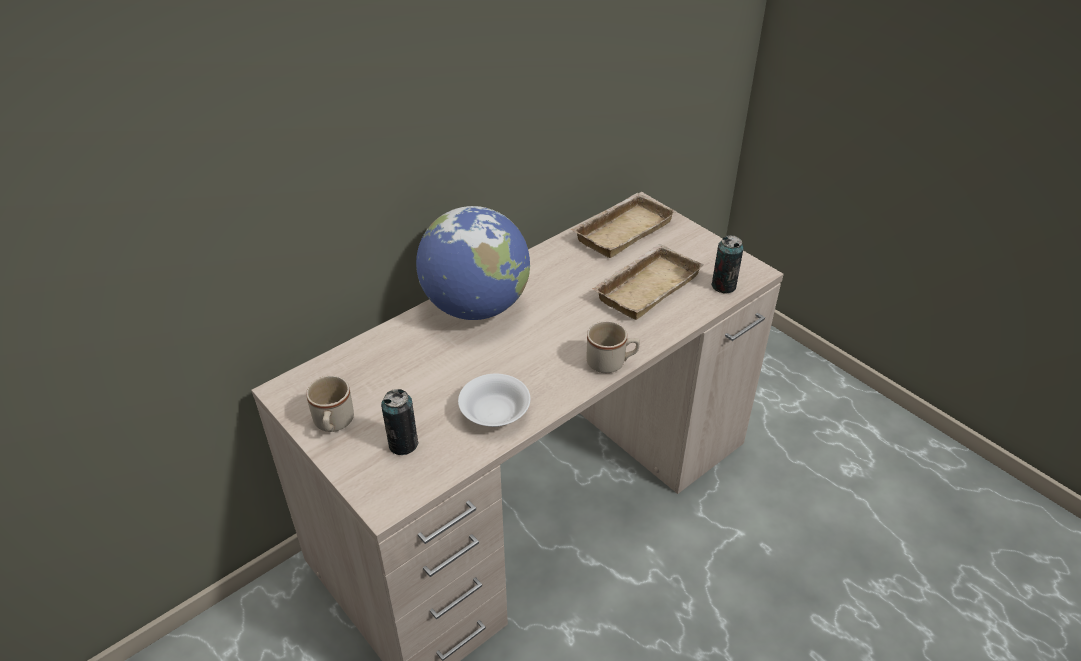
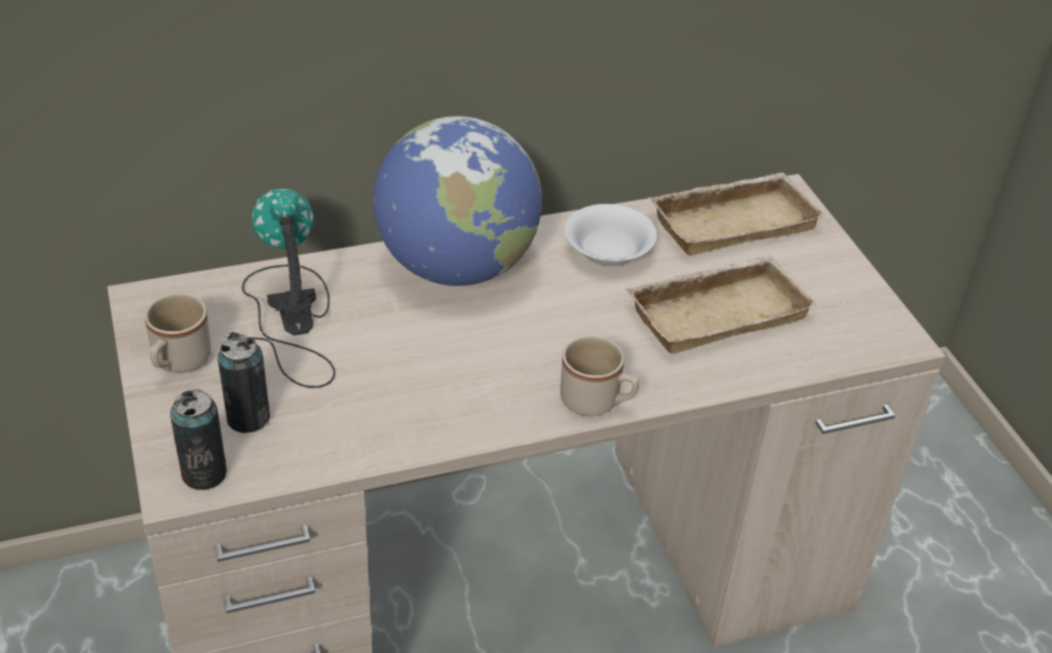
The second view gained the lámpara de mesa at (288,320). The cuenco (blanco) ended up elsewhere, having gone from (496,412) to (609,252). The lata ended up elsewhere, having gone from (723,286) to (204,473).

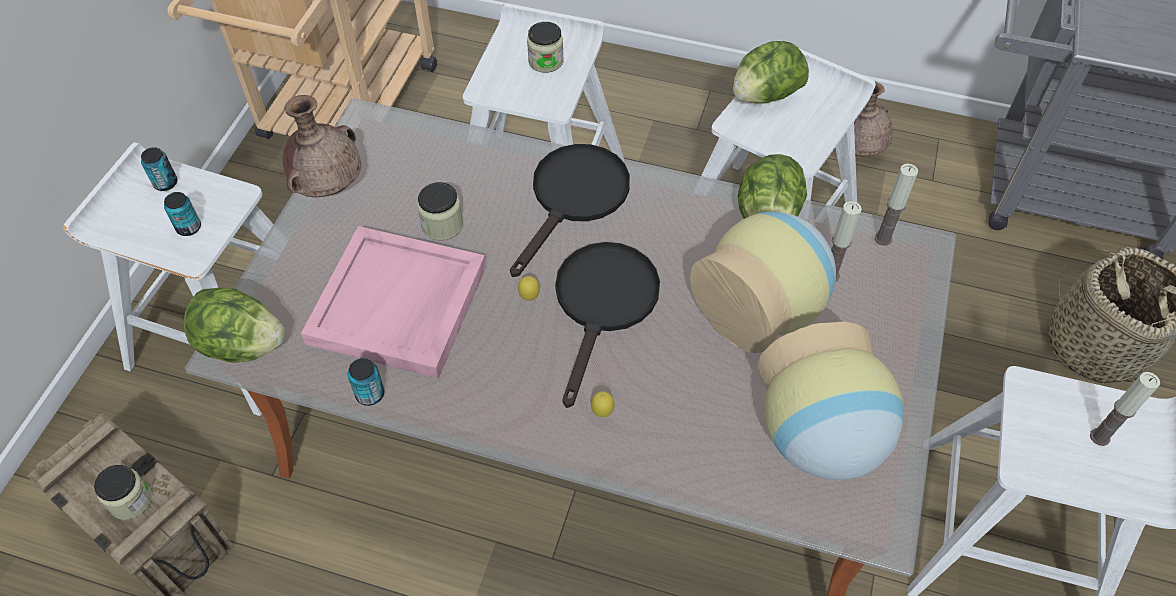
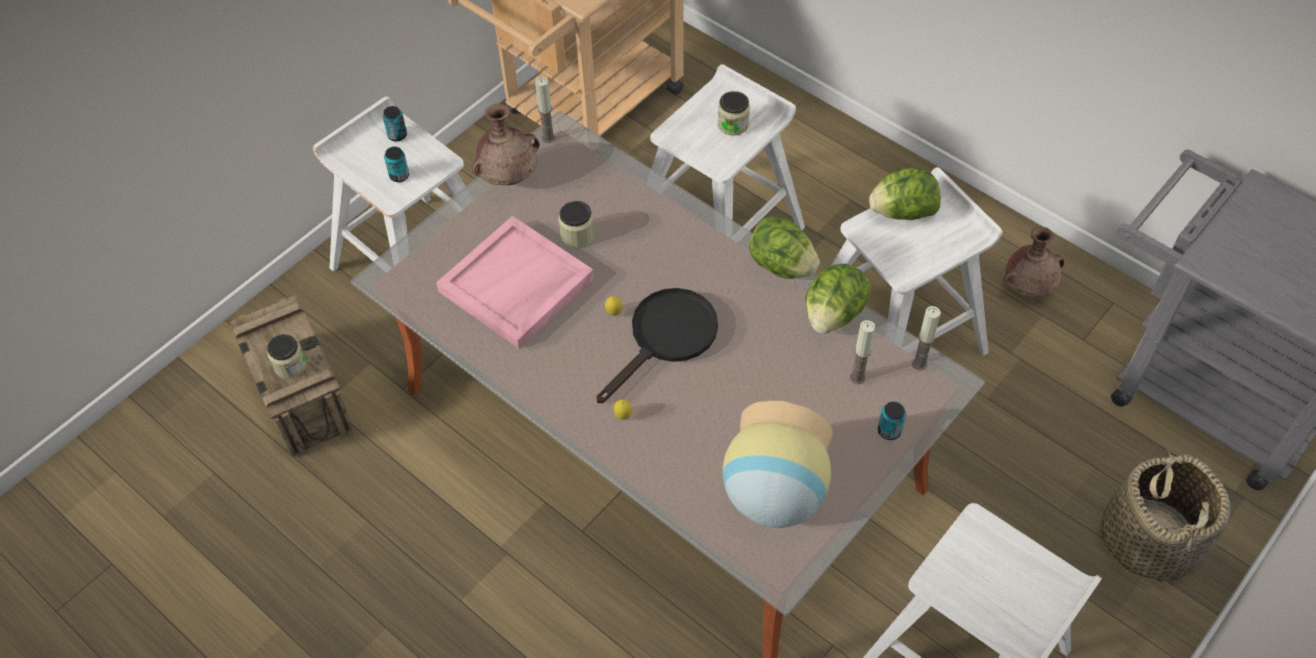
The second view lost the sartén (negro) at (574,199). The second view lost the florero at (762,309). The lechuga ended up elsewhere, having gone from (242,345) to (781,266). The lata ended up elsewhere, having gone from (370,394) to (889,431). The vela ended up elsewhere, having gone from (1099,437) to (548,138).

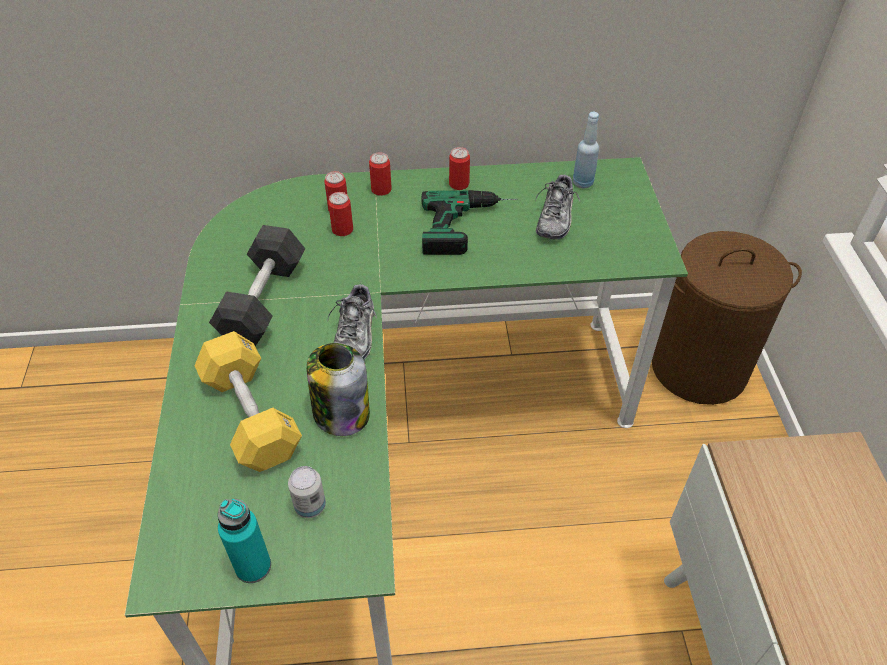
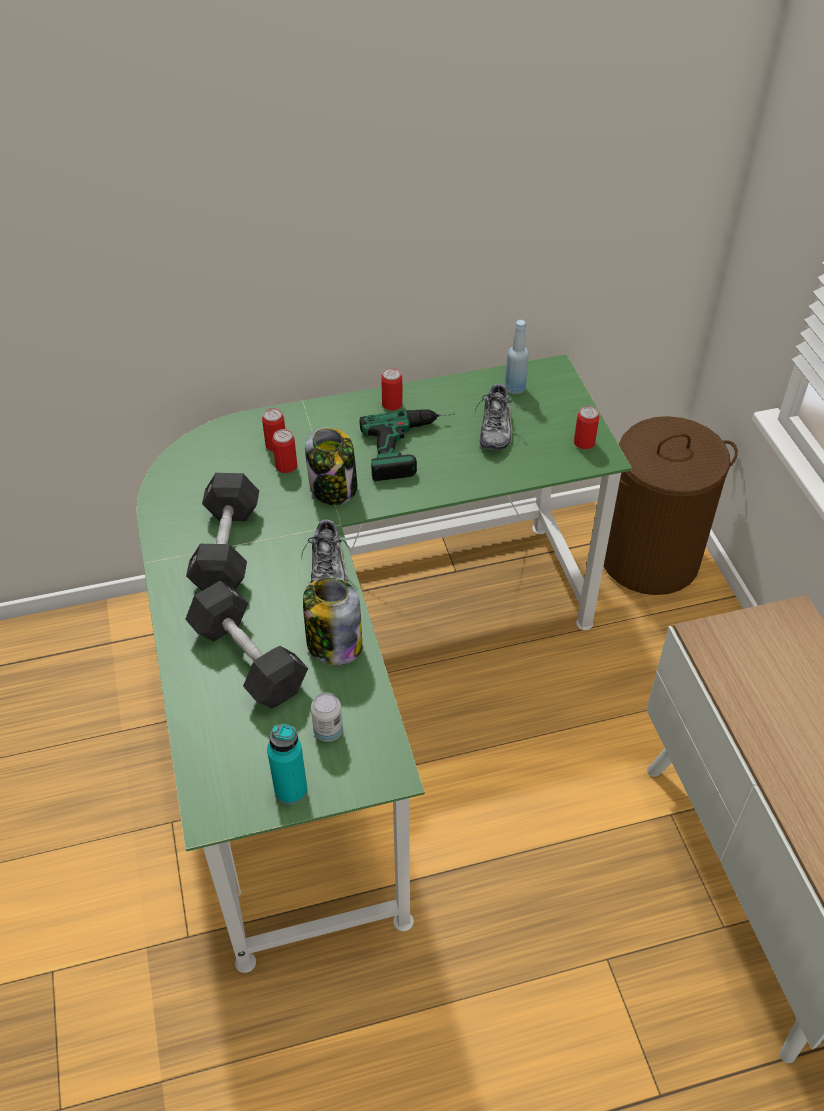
The second view gained the tarro at (334,488). The lata ended up elsewhere, having gone from (381,189) to (584,442). What was the mancuerna (amarillo) at (251,415) turned into the mancuerna (negro) at (248,659).

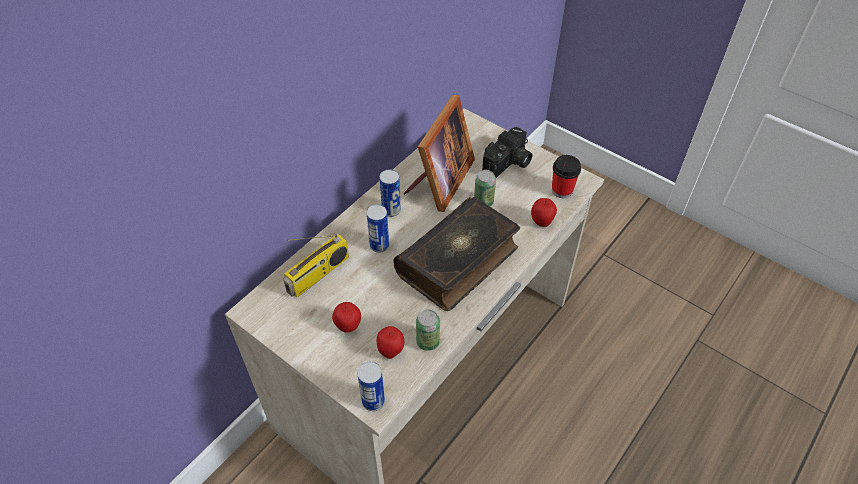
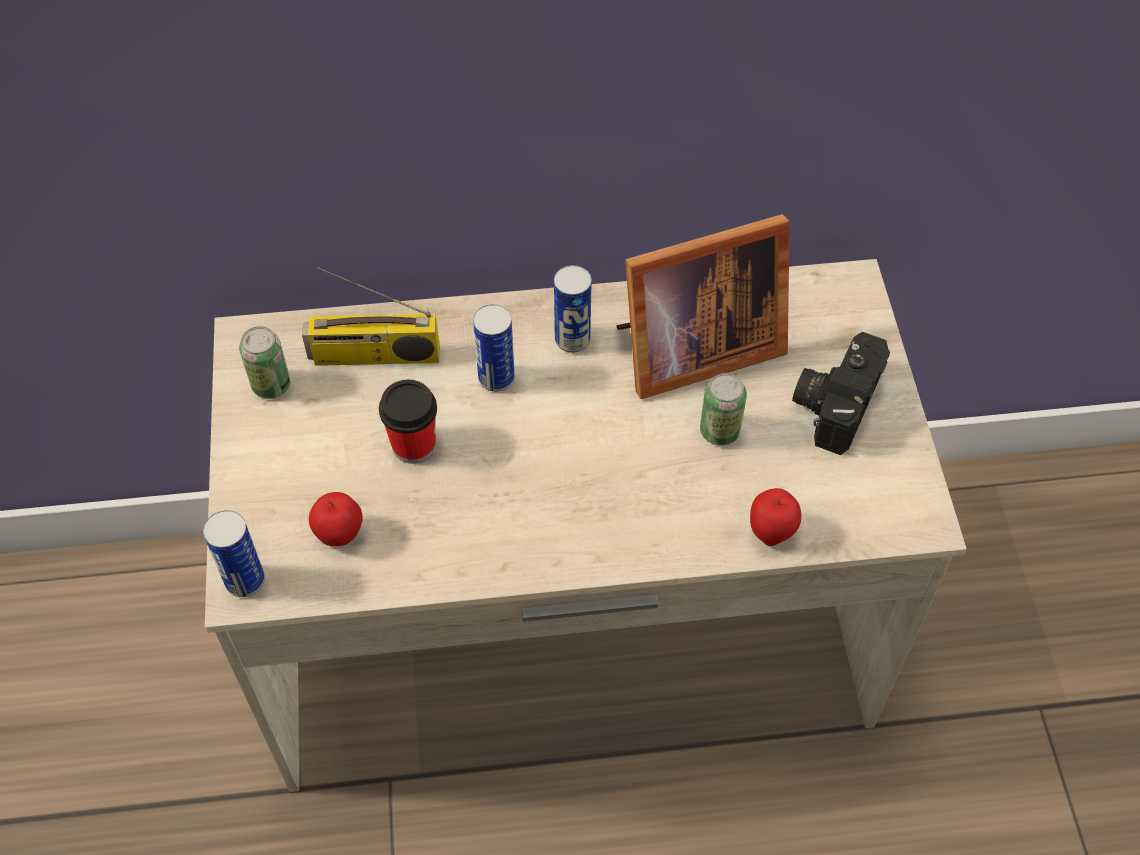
The second view lost the manzana at (348,326). The second view lost the libro at (459,261). The lata ended up elsewhere, having gone from (428,342) to (271,385). The taza ended up elsewhere, having gone from (562,190) to (414,445). The cámara at (508,164) ended up facing another way, 120 degrees clockwise from before.

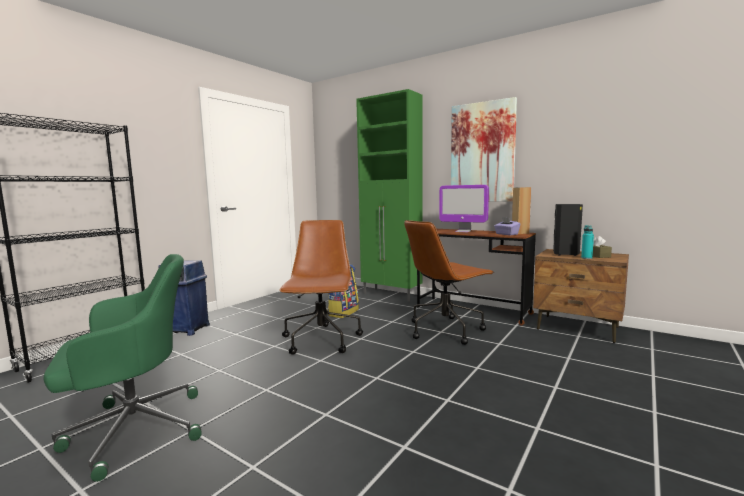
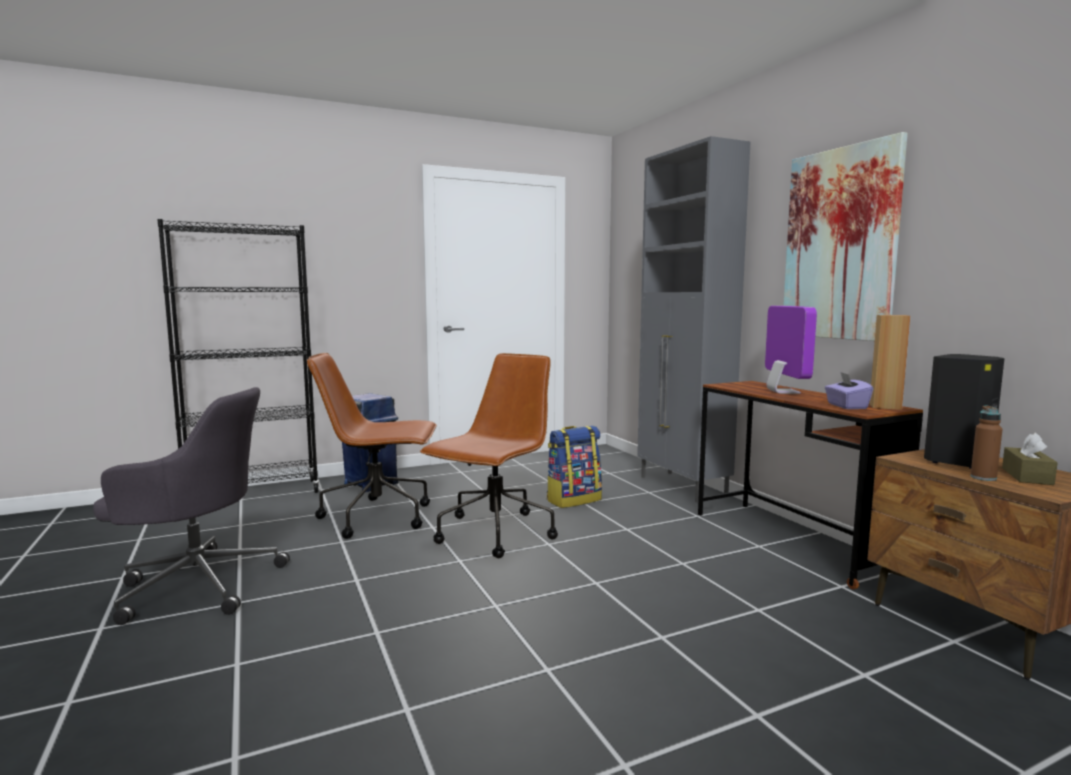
The silla de oficina (marrón) ended up elsewhere, having gone from (445,329) to (379,517). What was the silla de oficina (verde) at (132,430) turned into the silla de oficina (gris) at (197,584). What was the armario (verde) at (392,295) turned into the armario (gris) at (682,487). What was the botella (turquesa) at (586,258) turned into the botella (marrón) at (983,478). The monitor at (463,231) ended up facing another way, 150 degrees counterclockwise from before.

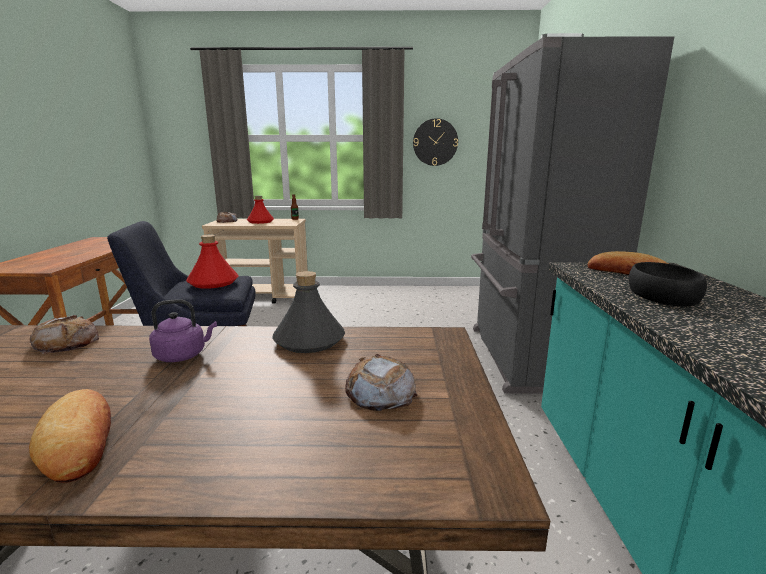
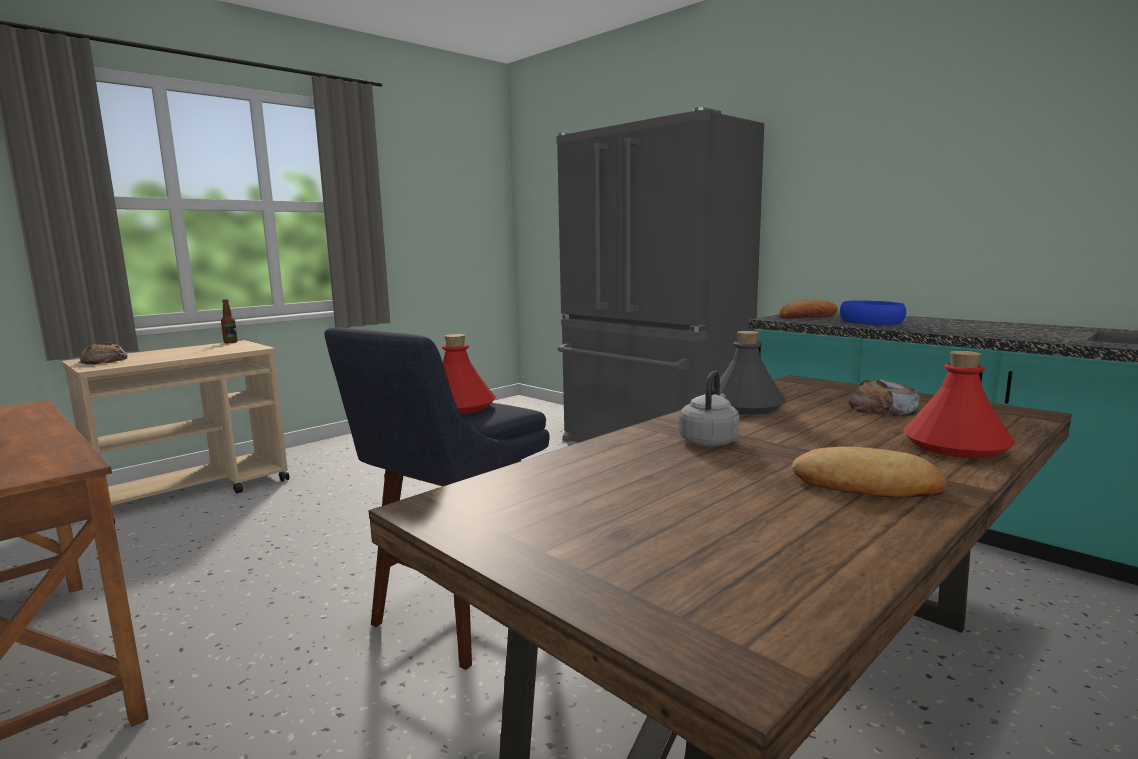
The second view lost the pan at (66,342). The second view lost the reloj de pared at (435,142). The botella (rojo) ended up elsewhere, having gone from (260,222) to (955,445). What was the hervidor (morado) at (183,355) turned into the hervidor (gris) at (709,441). What was the cuenco (negro) at (661,294) turned into the cuenco (azul) at (870,322).

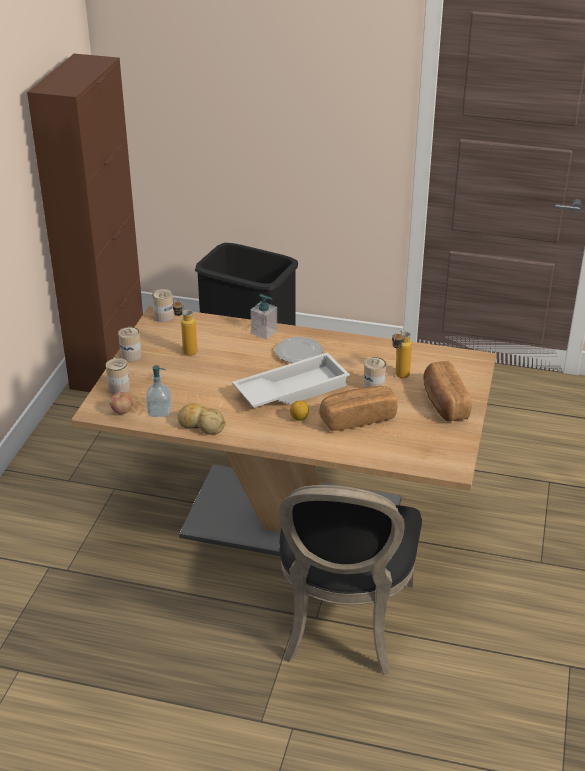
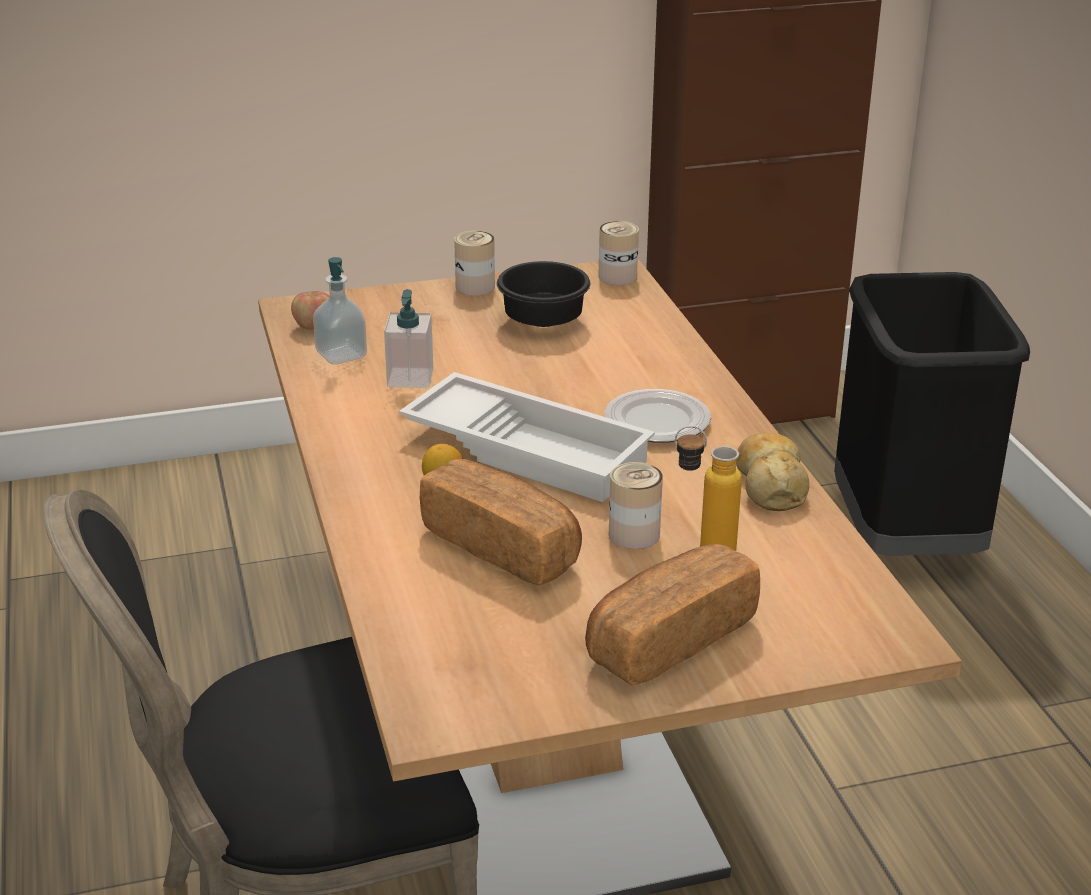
The second view lost the lata at (119,388). The pan ended up elsewhere, having gone from (201,424) to (770,484). The dispensador de jabón ended up elsewhere, having gone from (264,332) to (410,378). Where the botella stood at (185,350), the cuenco (negro) came to stand at (541,322).

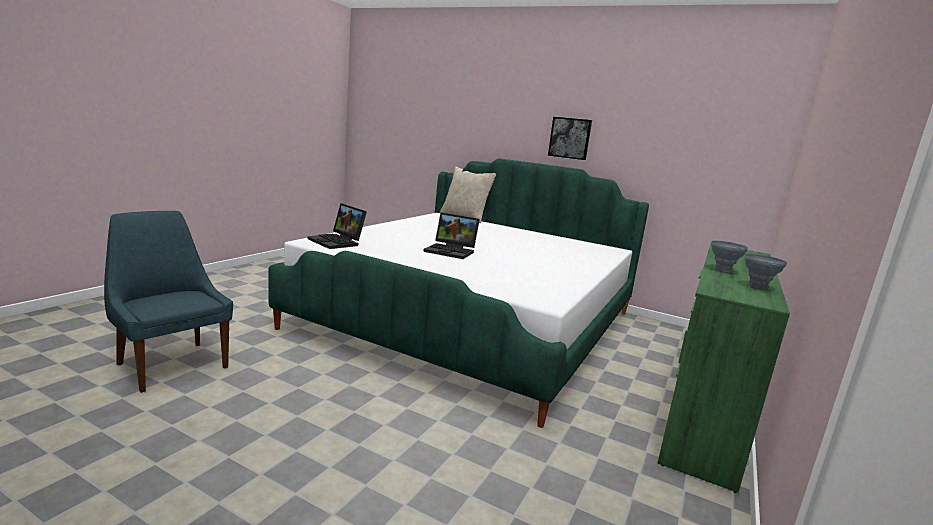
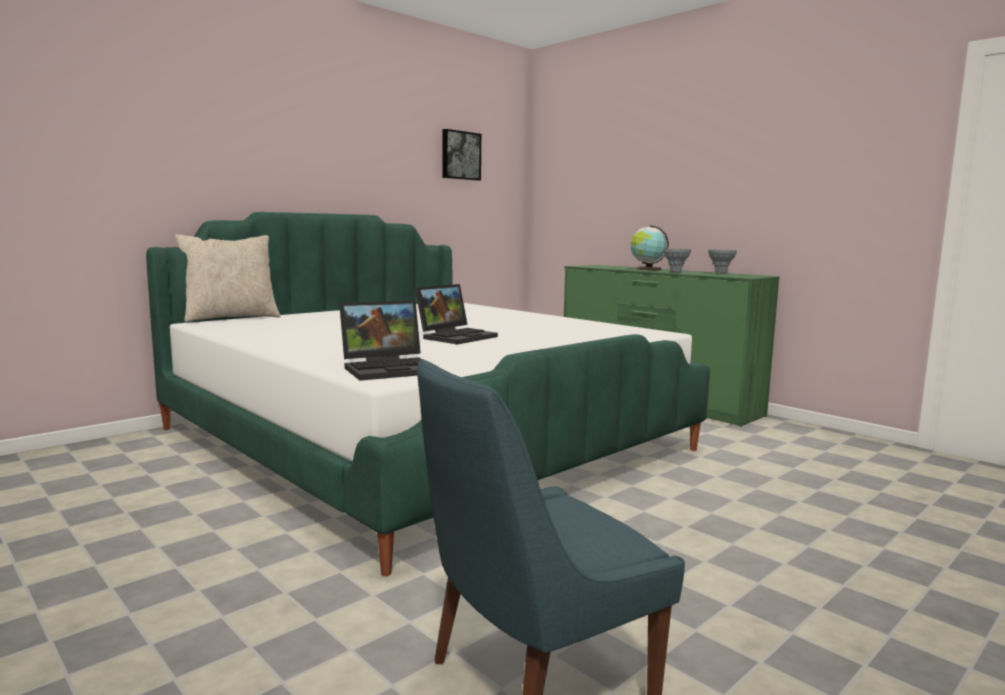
The second view gained the globo terráqueo at (647,269). The cuadro ended up elsewhere, having gone from (570,138) to (460,155).

